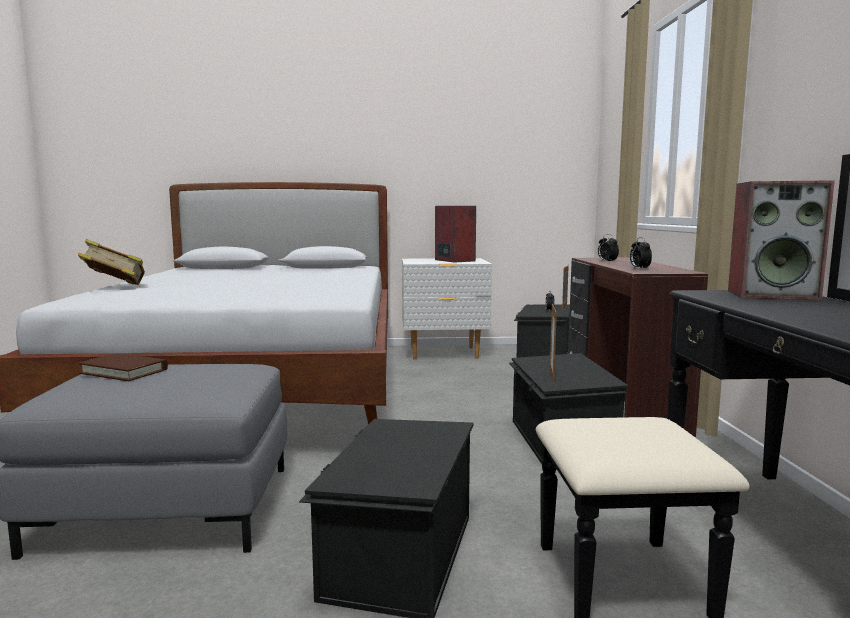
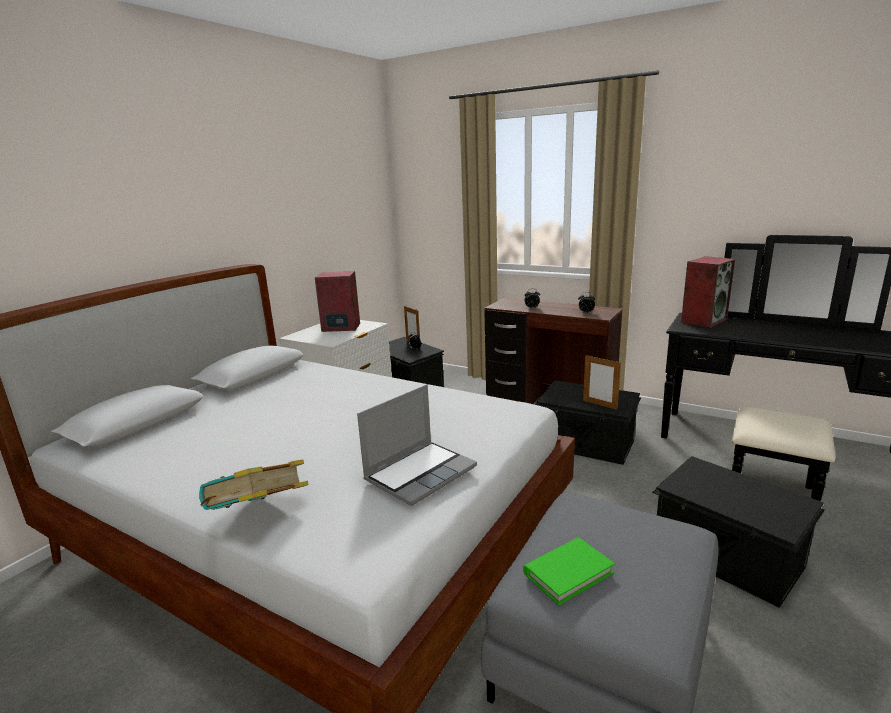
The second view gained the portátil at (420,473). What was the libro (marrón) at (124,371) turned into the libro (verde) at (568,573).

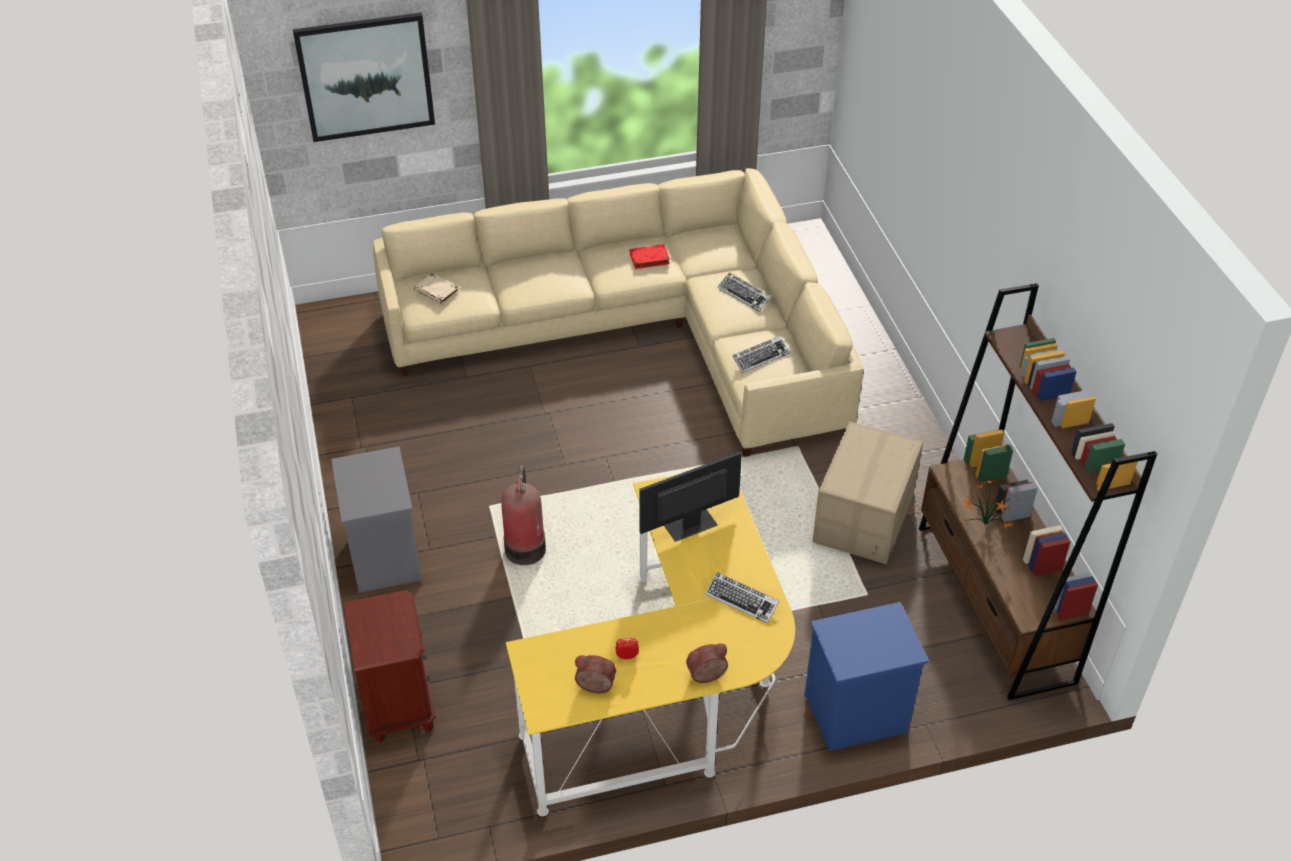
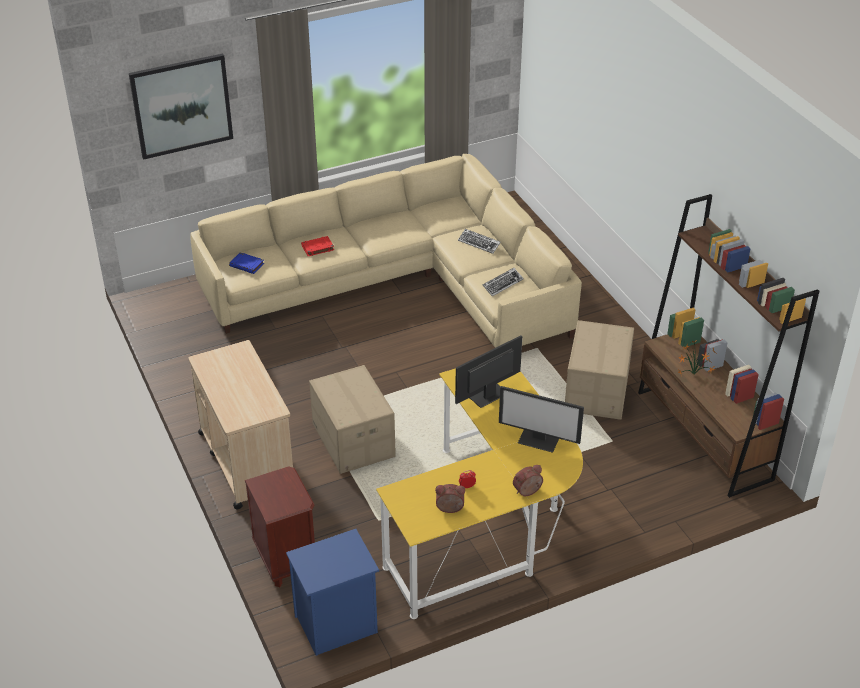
The libro (rojo) ended up elsewhere, having gone from (649,259) to (317,248). The mesita de noche (azul) ended up elsewhere, having gone from (855,715) to (336,625). Where the mesita de noche (gris) stood at (383,557), the carrito (beis) came to stand at (246,460). Where the extintor stood at (525,546), the caja de cartón came to stand at (352,440). Where the teclado stood at (742,600), the monitor came to stand at (539,440). What was the libro (beis) at (437,292) turned into the libro (azul) at (247,265).

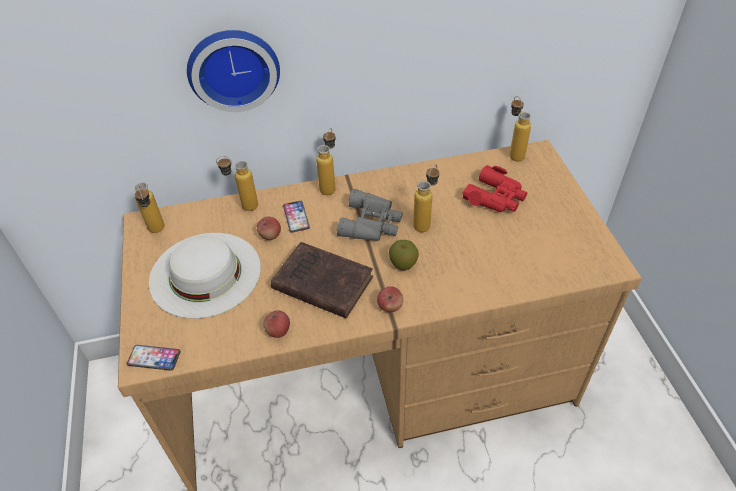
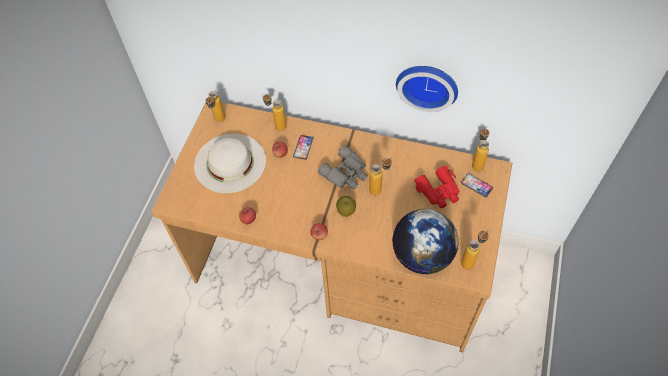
The second view lost the libro (marrón) at (320,282). The second view gained the globo terráqueo at (422,255). The móvil ended up elsewhere, having gone from (154,358) to (476,185). The reloj de pared ended up elsewhere, having gone from (233,68) to (427,84). The botella ended up elsewhere, having gone from (330,186) to (471,260).

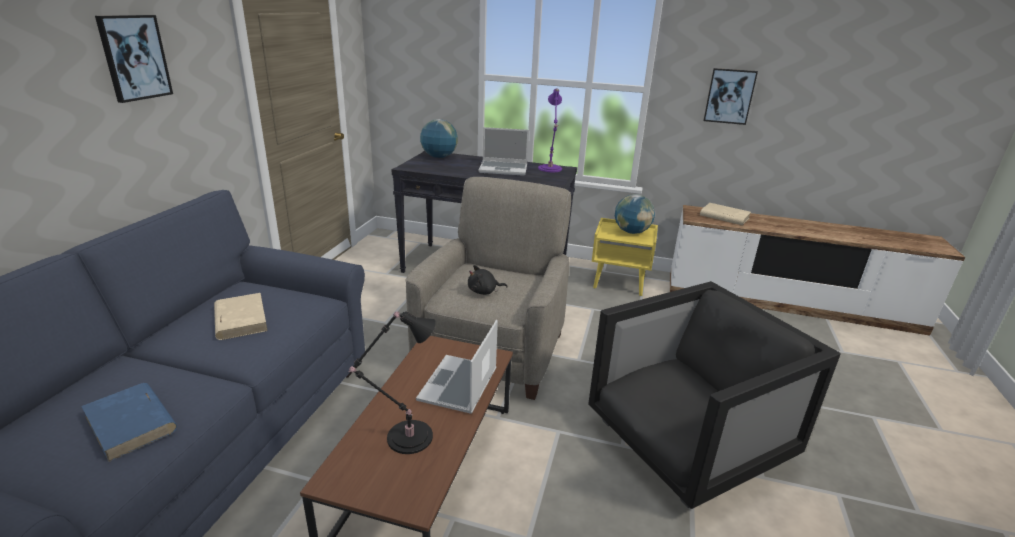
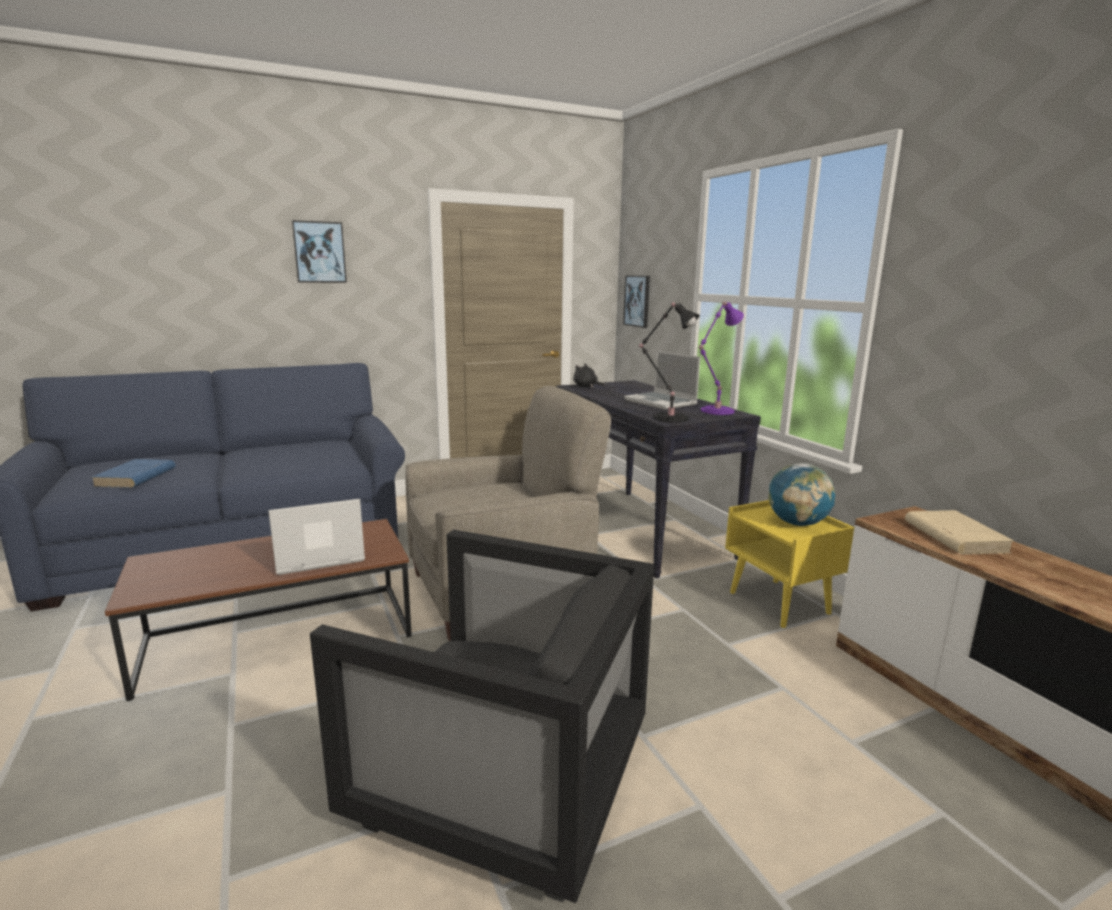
The second view lost the libro (beis) at (240,319). The second view lost the globo terráqueo at (439,157). The lámpara de mesa (negro) ended up elsewhere, having gone from (405,437) to (668,418). The peluche (negro) ended up elsewhere, having gone from (484,291) to (586,387). The cuadro ended up elsewhere, having gone from (729,96) to (637,301).

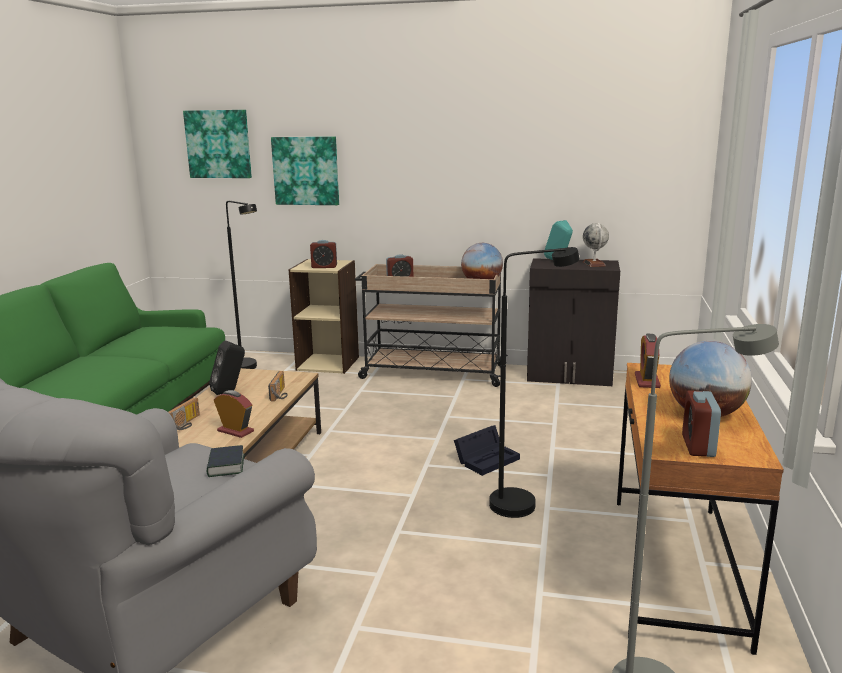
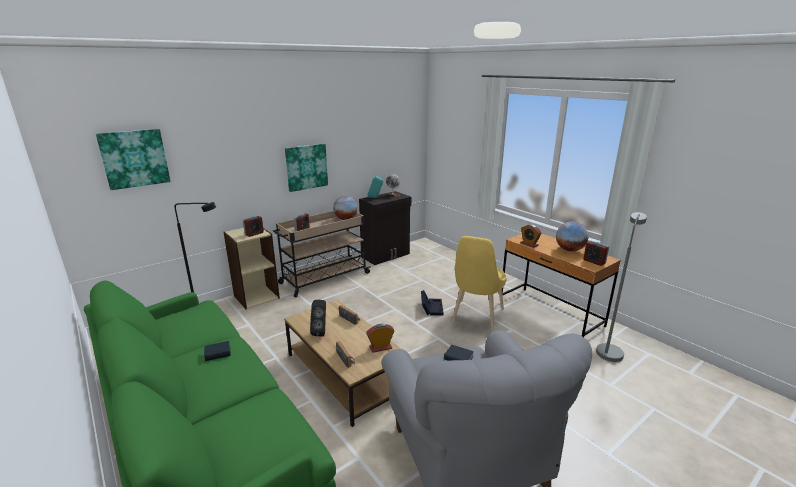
The second view gained the libro at (218,353). The cuadro ended up elsewhere, having gone from (306,171) to (306,167). Where the lámpara de pie (negro) stood at (523,502), the silla (amarillo) came to stand at (476,317).

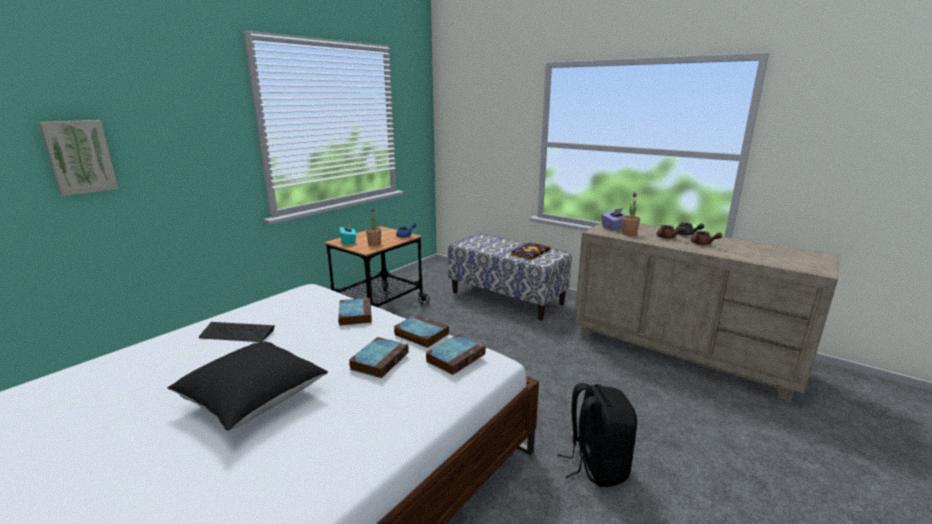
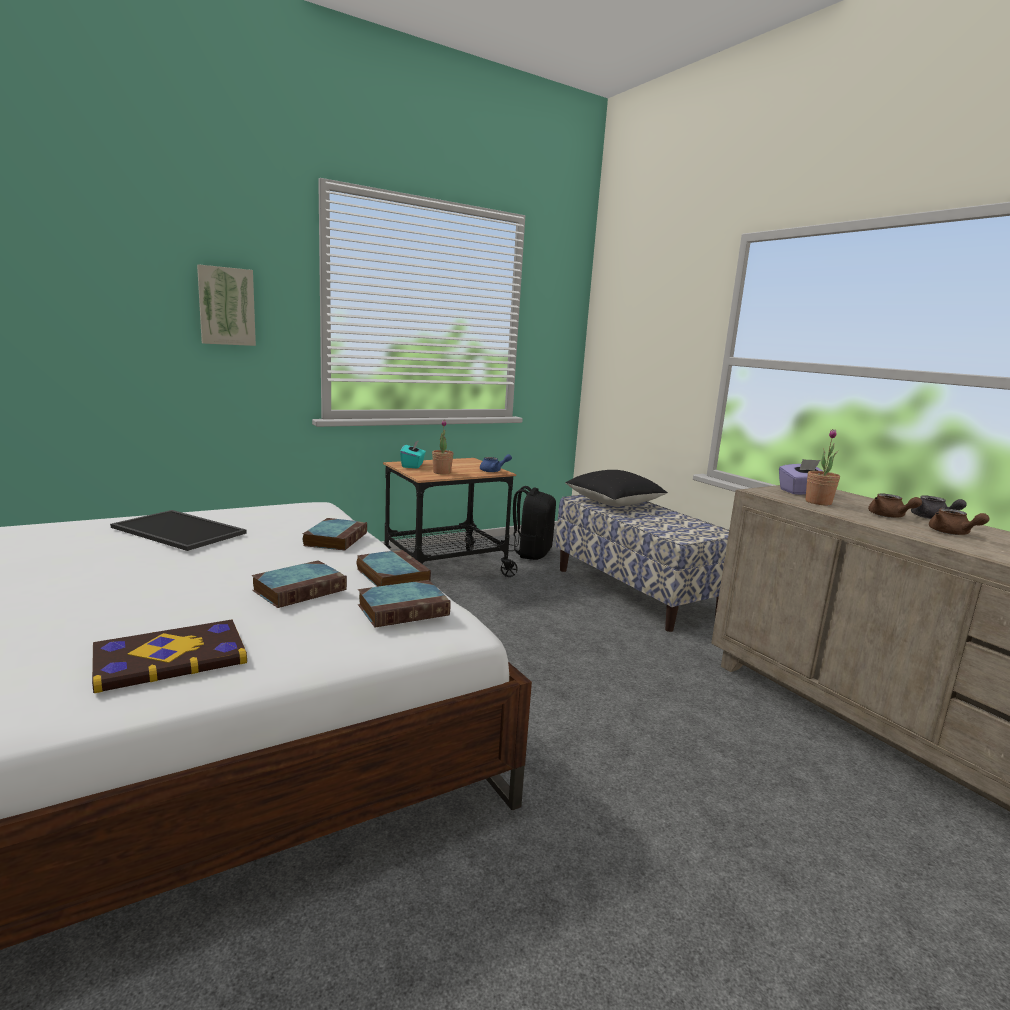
The cuadro ended up elsewhere, having gone from (79,157) to (226,306). The cojín (negro) ended up elsewhere, having gone from (253,400) to (614,503). The libro ended up elsewhere, having gone from (530,252) to (170,657). The mochila (negro) ended up elsewhere, having gone from (596,465) to (531,553). Where the teclado stood at (237,333), the bandeja came to stand at (181,530).

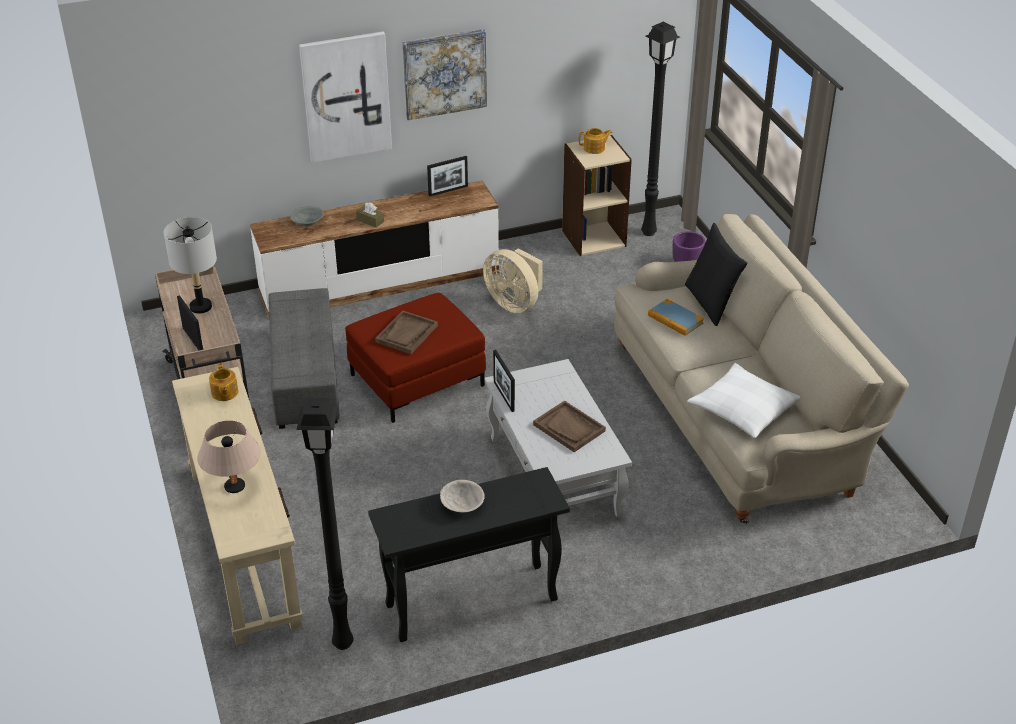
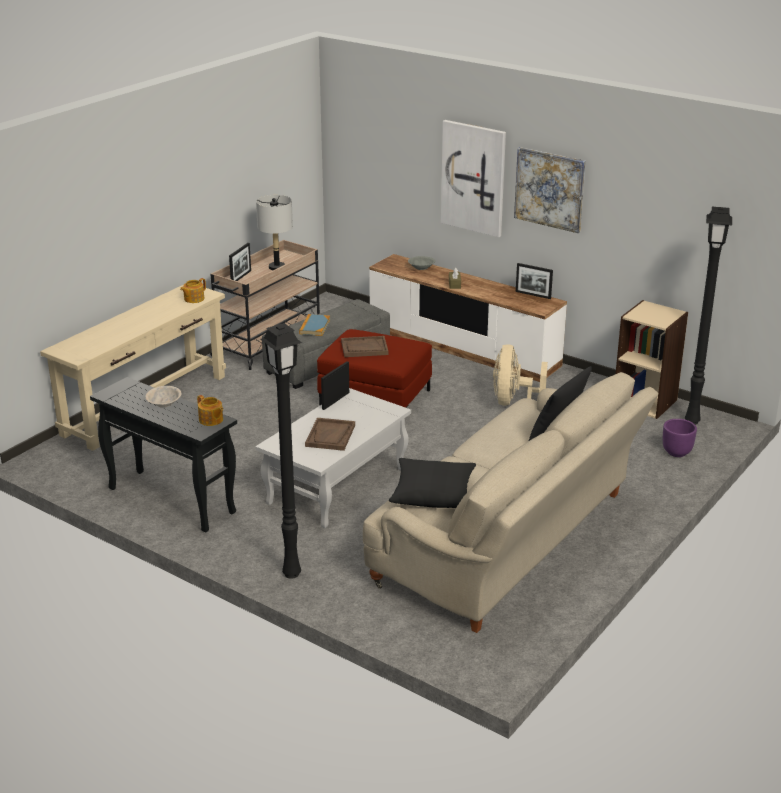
The second view lost the lámpara de mesa (beis) at (234,487). The lámpara de pie (negro) ended up elsewhere, having gone from (341,642) to (292,573). The tetera ended up elsewhere, having gone from (594,148) to (211,420). The libro ended up elsewhere, having gone from (675,319) to (314,327). What was the cojín (blanco) at (743,409) turned into the cojín (negro) at (433,492).

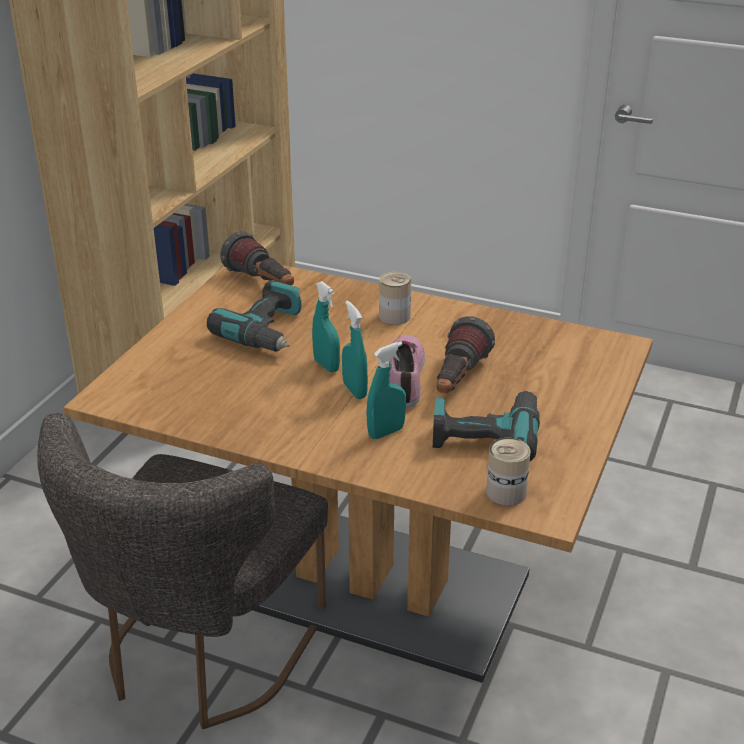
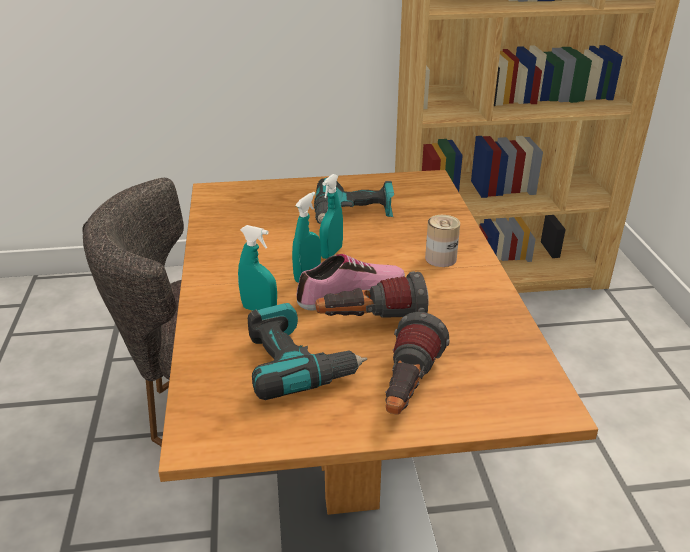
The second view lost the lata at (506,492). The linterna ended up elsewhere, having gone from (262,284) to (408,389).

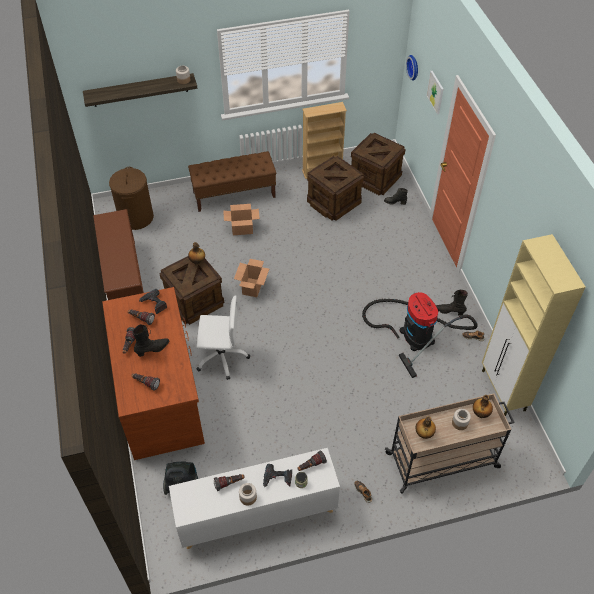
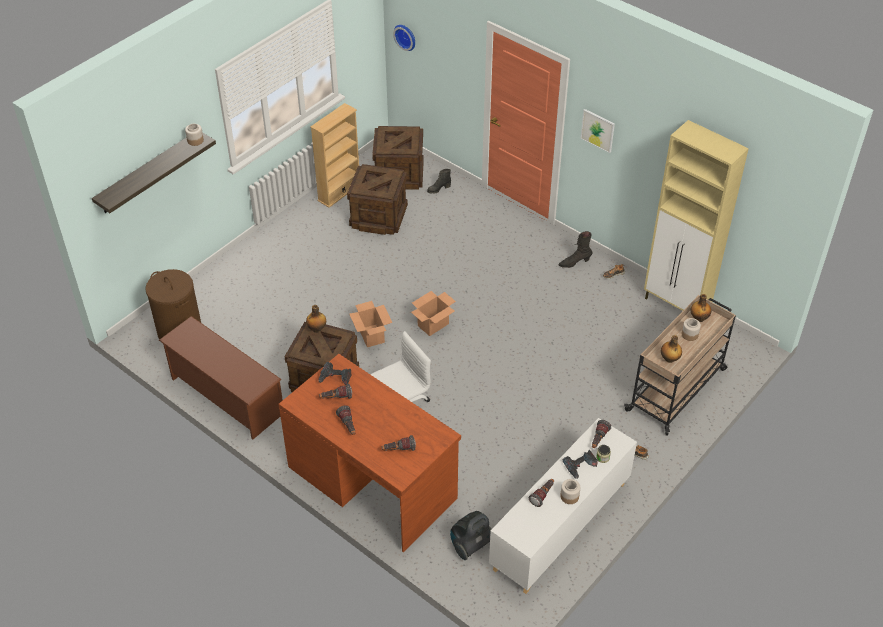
The second view lost the bota (negro) at (153,349). The second view lost the banco (marrón) at (234,194). The second view lost the aspiradora at (413,333). The caja de cartón ended up elsewhere, having gone from (242,229) to (433,324). The cuadro ended up elsewhere, having gone from (435,92) to (598,130).

